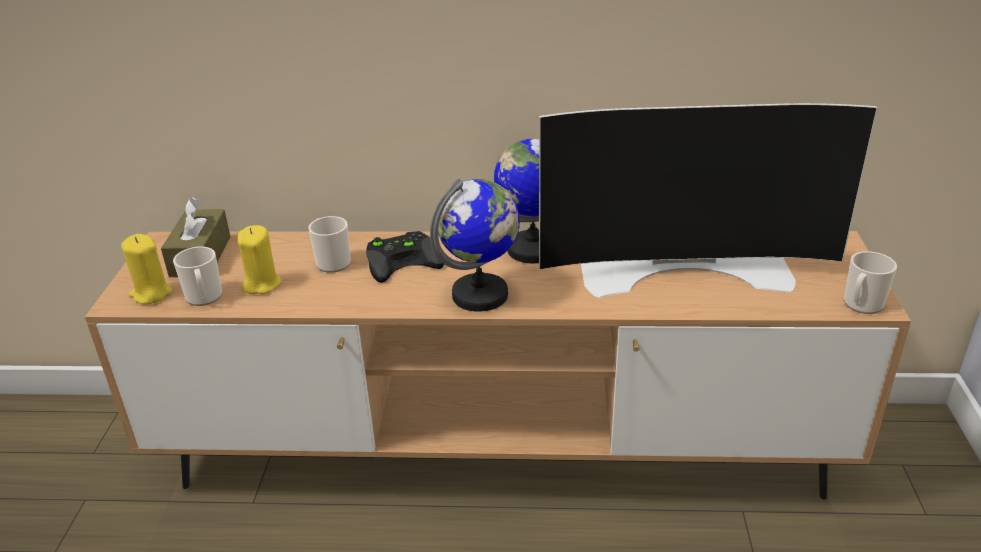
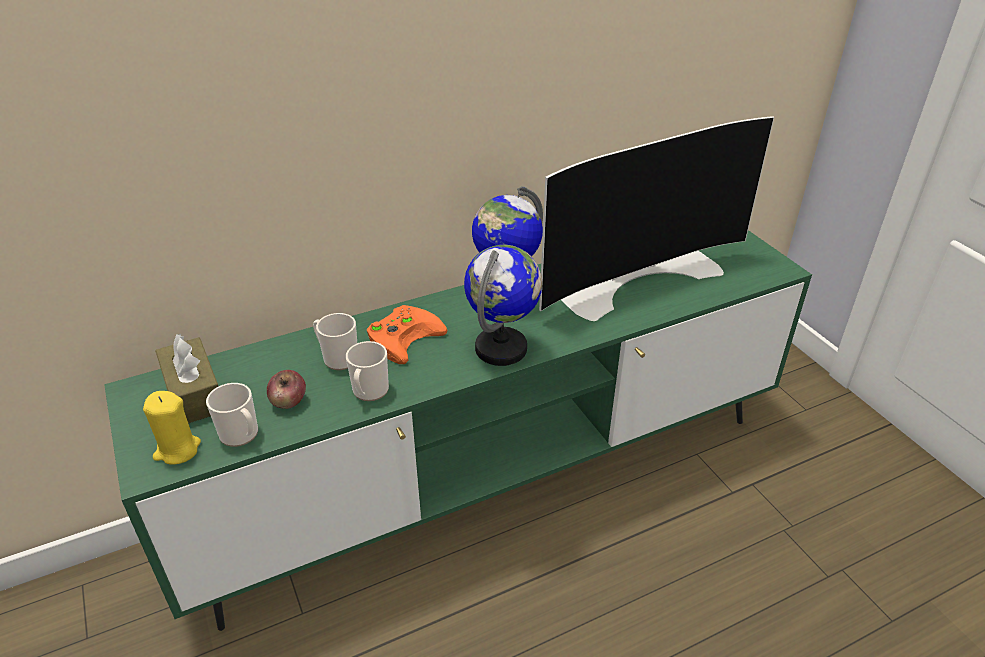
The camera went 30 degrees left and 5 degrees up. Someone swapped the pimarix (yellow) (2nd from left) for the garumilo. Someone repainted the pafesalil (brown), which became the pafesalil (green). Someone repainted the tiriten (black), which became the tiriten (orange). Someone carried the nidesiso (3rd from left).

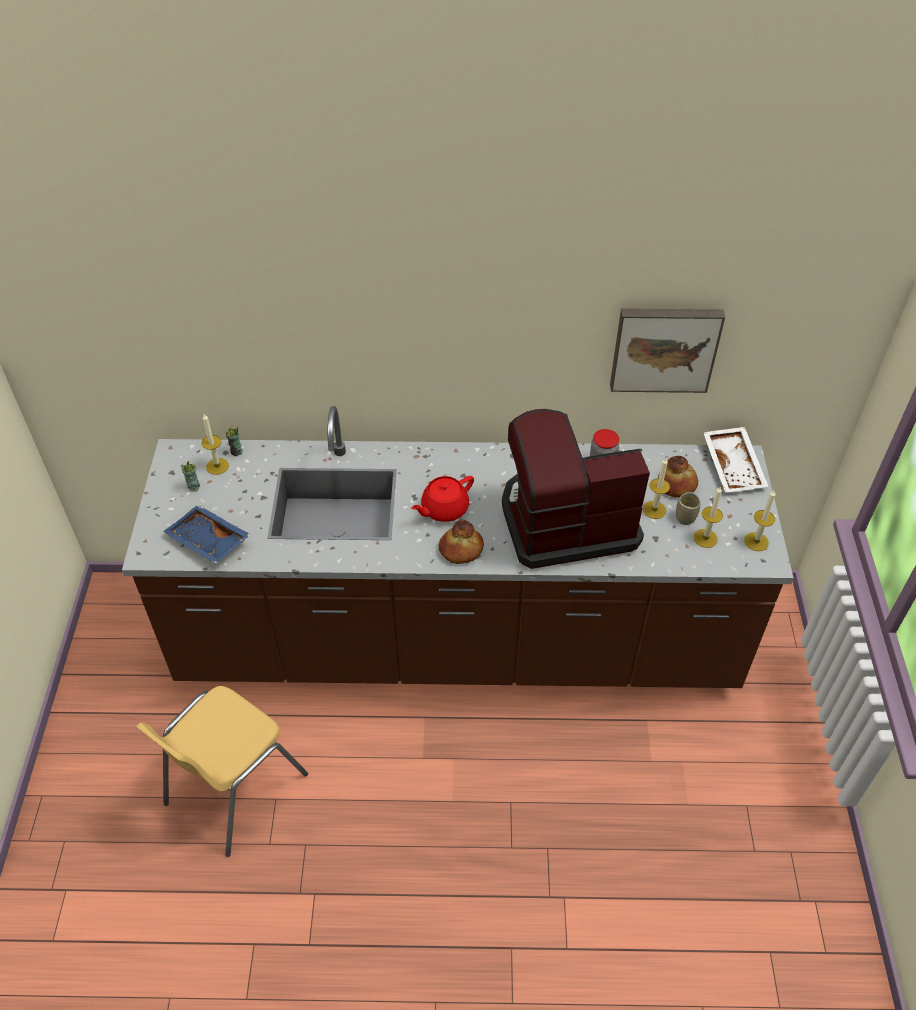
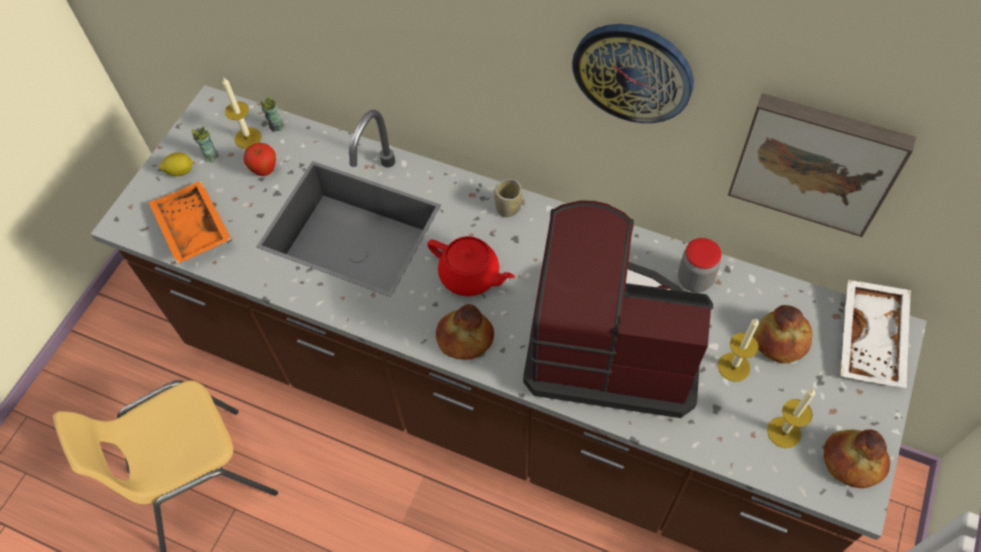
The camera went 25 degrees right and 10 degrees up. Someone rotated the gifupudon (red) by 135 degrees counterclockwise. Someone swapped the pimarix (4th from left) for the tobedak (3rd from left). Someone carried the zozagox (3rd from left). Someone repainted the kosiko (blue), which became the kosiko (orange). Someone put up the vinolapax. Someone put down the garumilo. Someone put down the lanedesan.

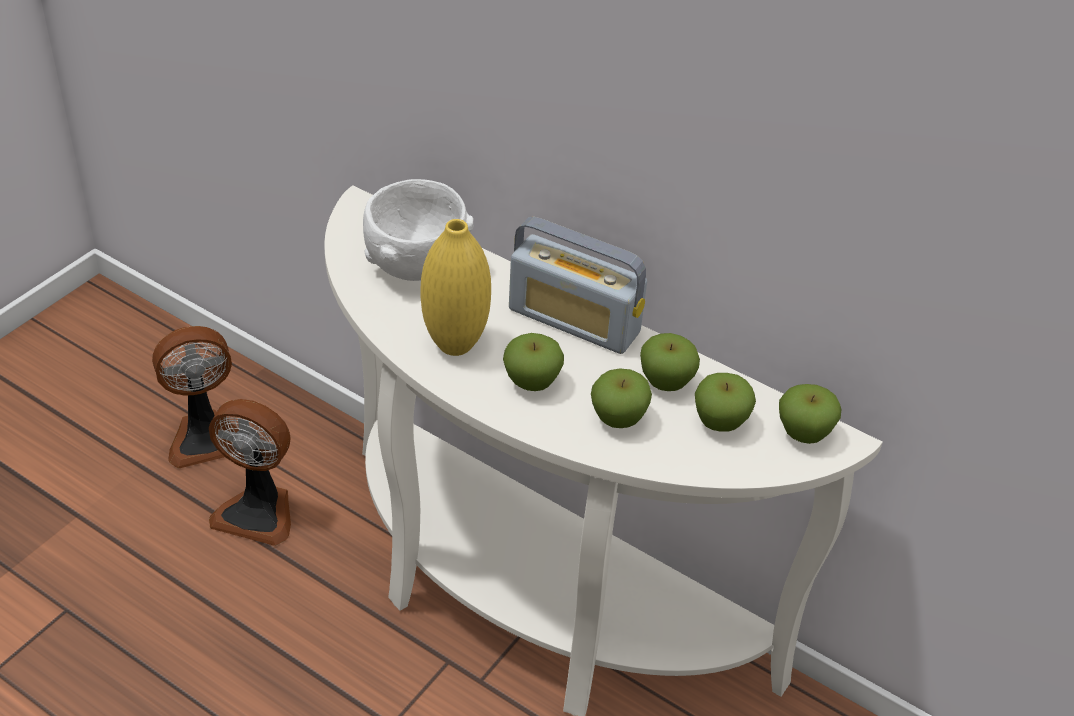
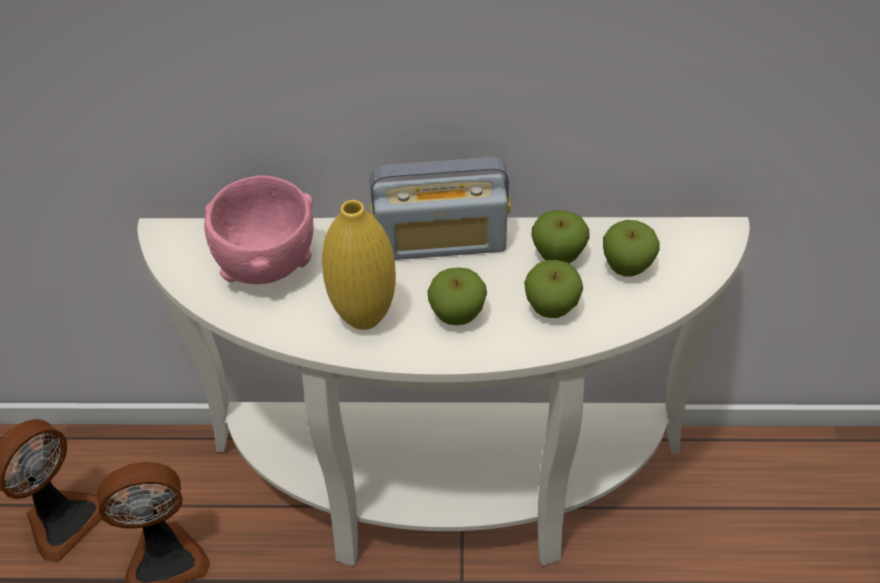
The camera went 30 degrees left and 5 degrees up. Someone repainted the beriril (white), which became the beriril (pink). Someone took away the garumilo (5th from left).

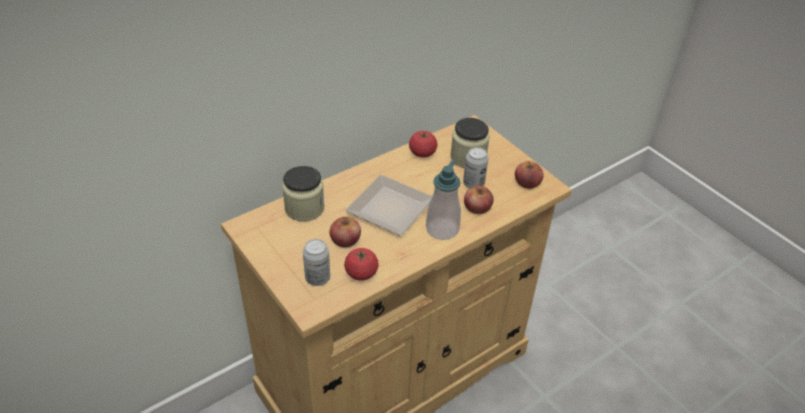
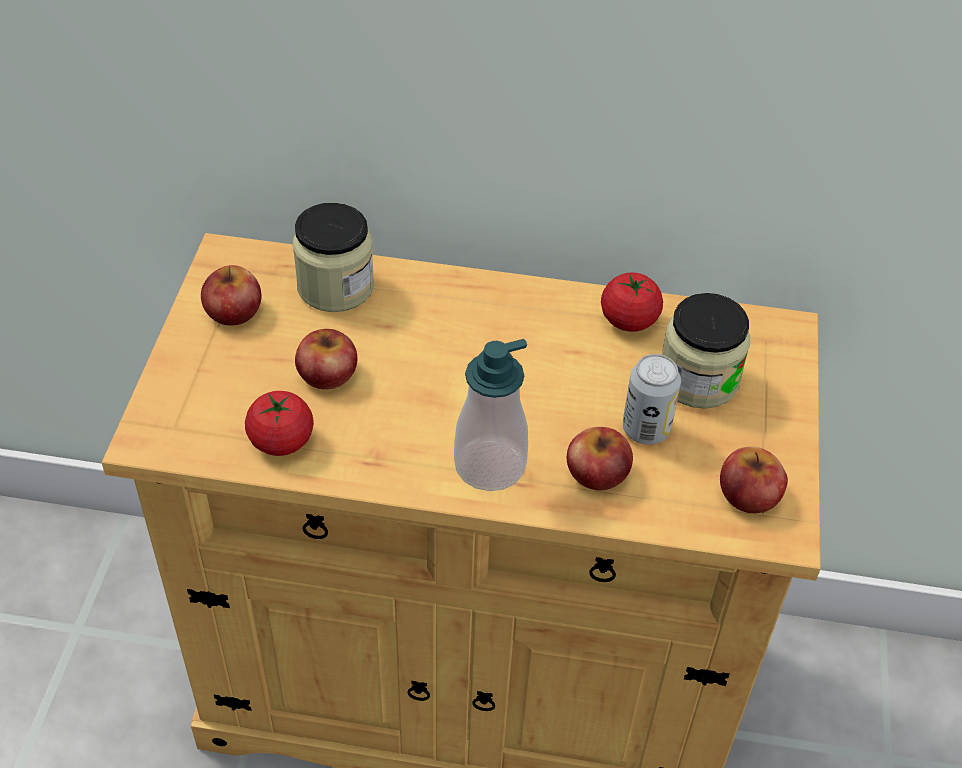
The camera went 45 degrees right and 5 degrees up. Someone took away the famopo. Someone took away the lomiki (1st from left). Someone put down the garumilo (1st from left).

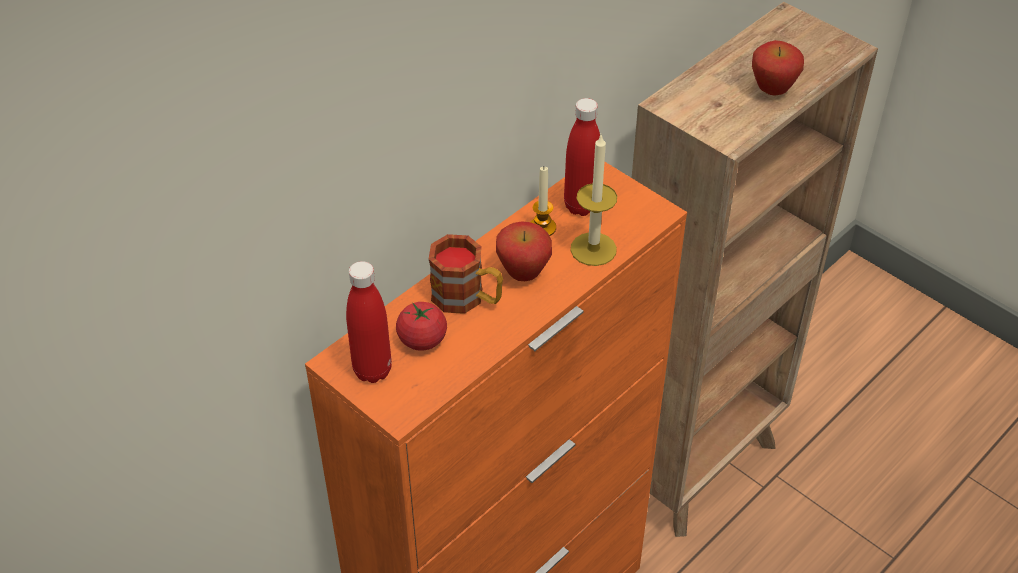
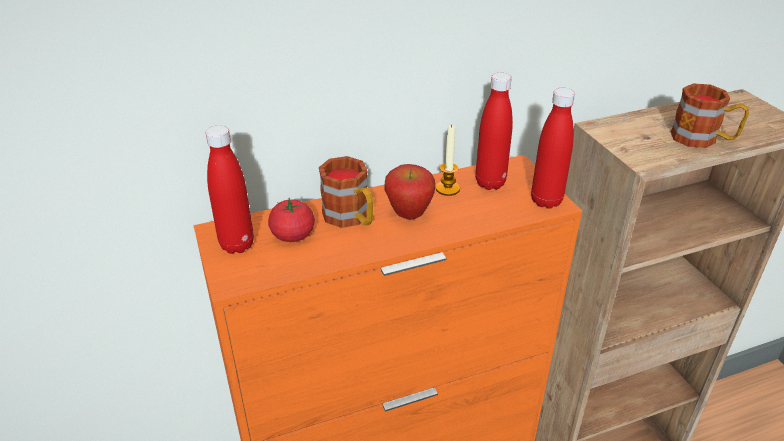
The camera went 25 degrees right and 10 degrees down. Someone swapped the garumilo (2nd from left) for the nidesiso (2nd from left). Someone took away the pimarix (2nd from left). Someone put down the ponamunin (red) (3rd from left).

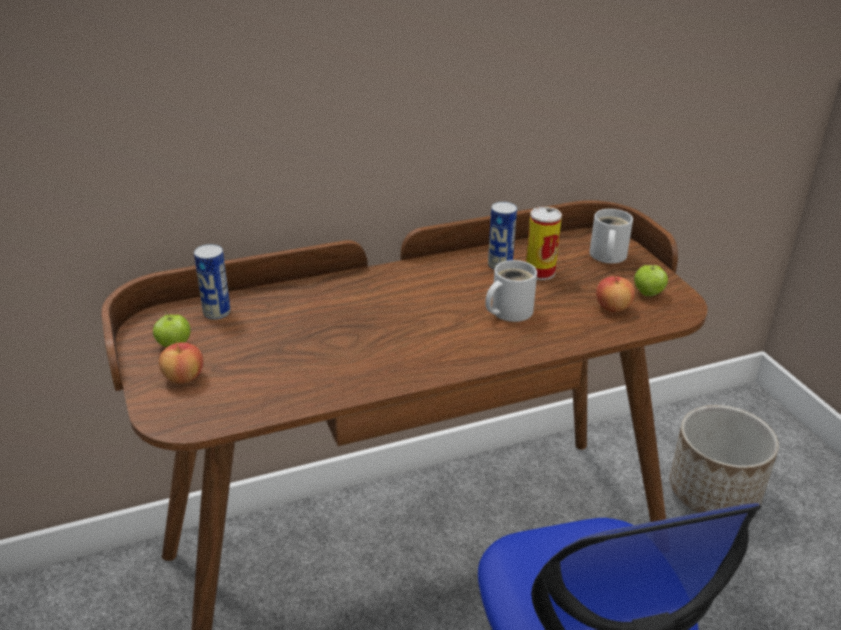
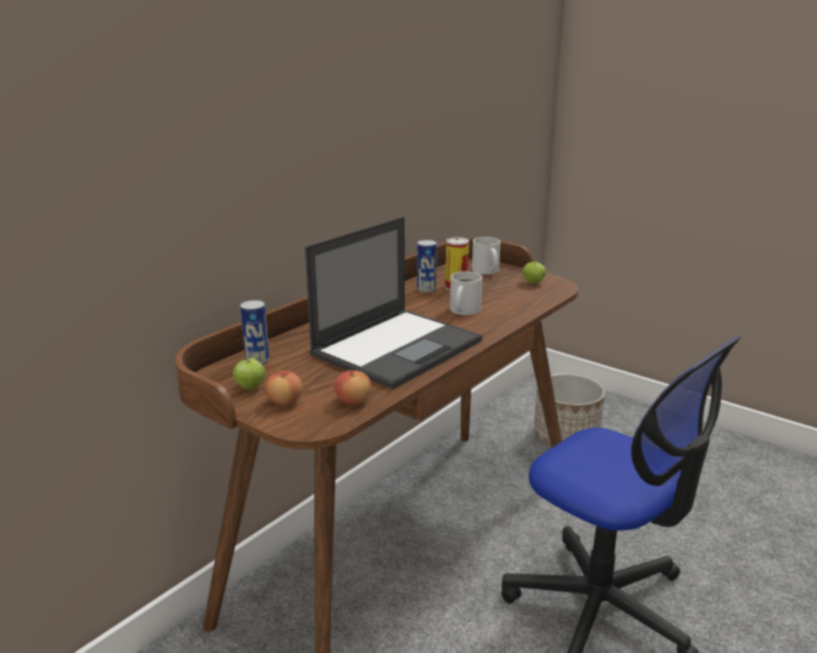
The camera went 30 degrees left and 10 degrees down. Someone carried the garumilo (3rd from left). Someone put down the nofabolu.

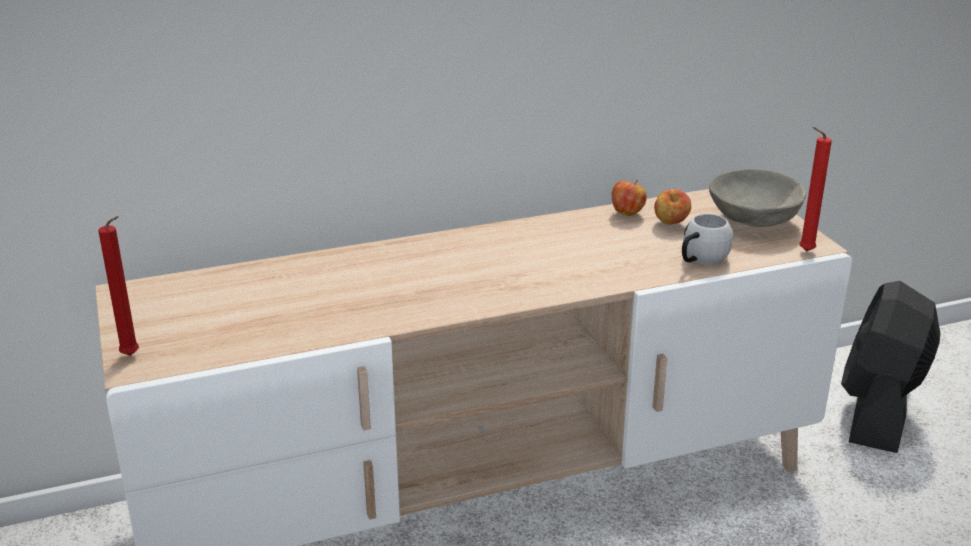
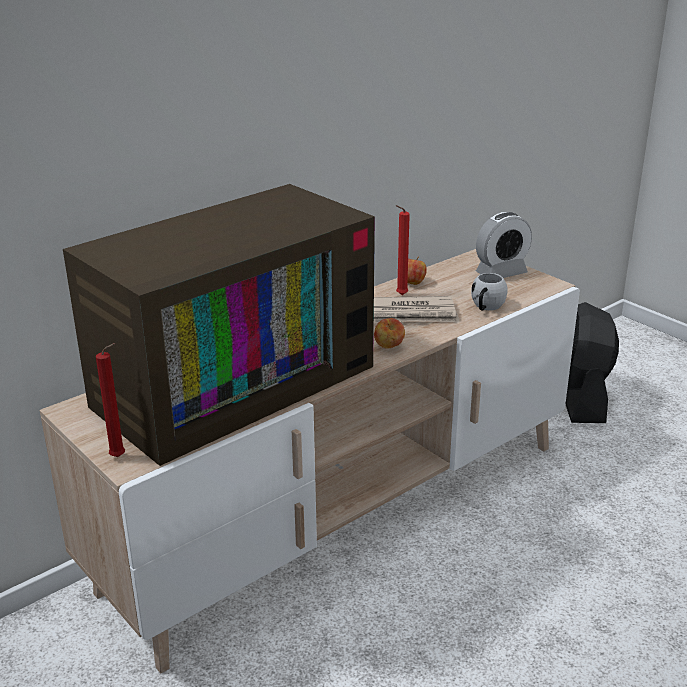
The camera went 20 degrees left and 0 degrees up. Someone carried the pimarix (red) (2nd from left). Someone swapped the beriril (grey) for the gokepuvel. Someone carried the garumilo (2nd from left in the first image). Someone put down the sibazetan. Someone put down the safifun.

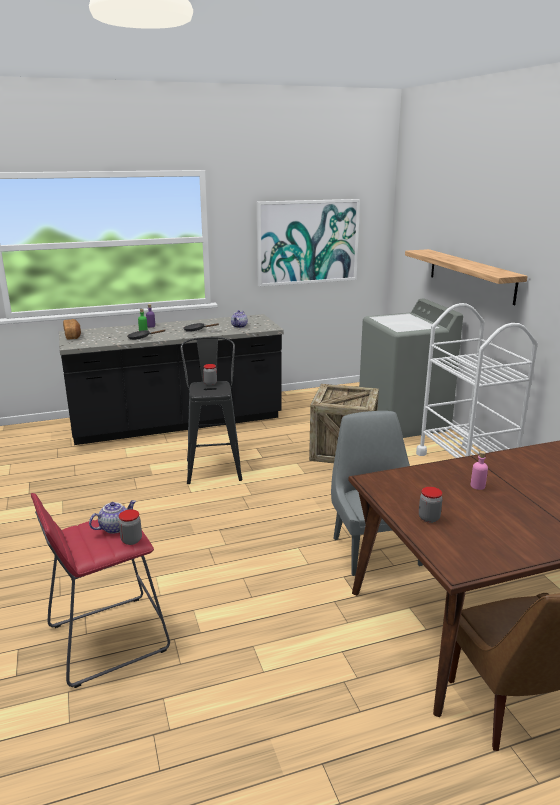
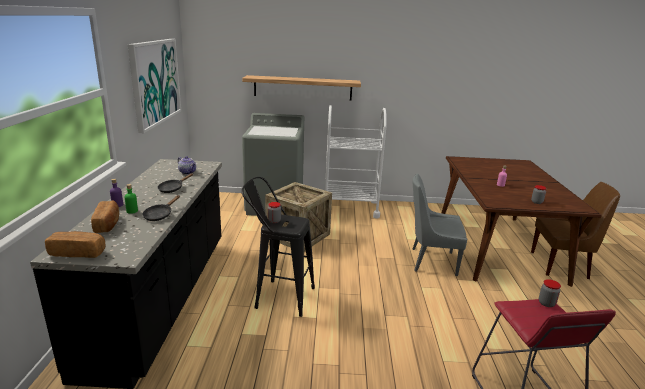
The camera went 70 degrees left and 0 degrees up. Someone took away the gifupudon (1st from left). Someone put down the tobedak (2nd from left).

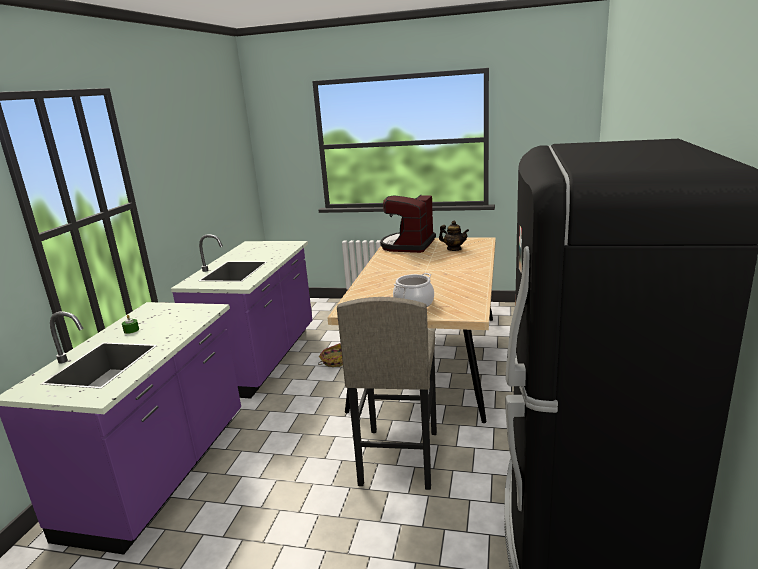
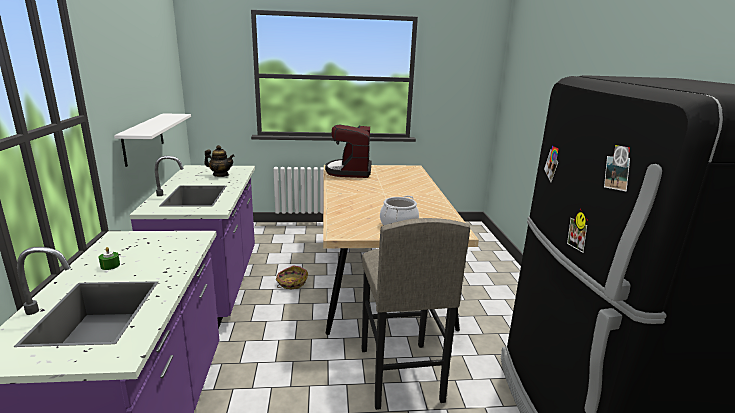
The camera went 20 degrees left and 0 degrees up. Someone carried the gifupudon. Someone put up the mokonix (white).

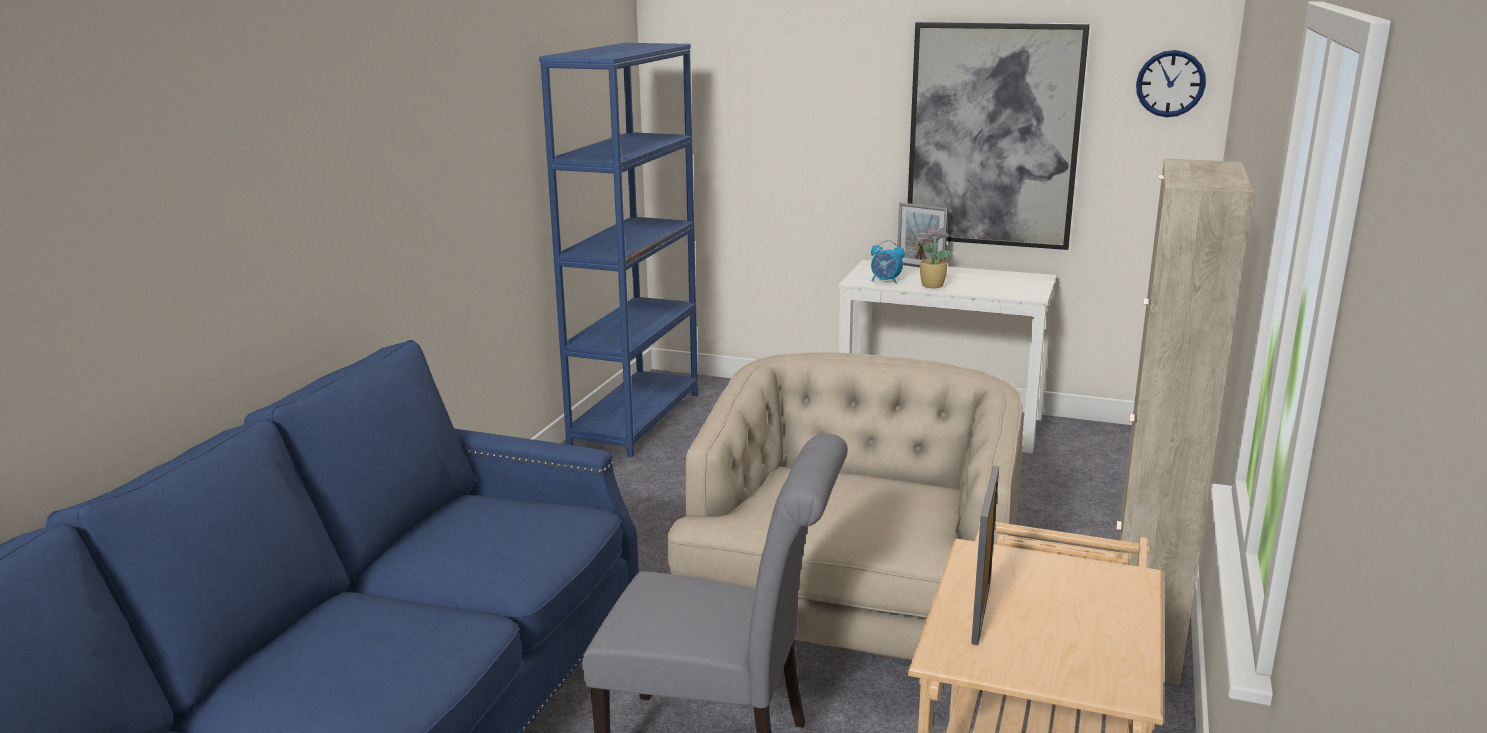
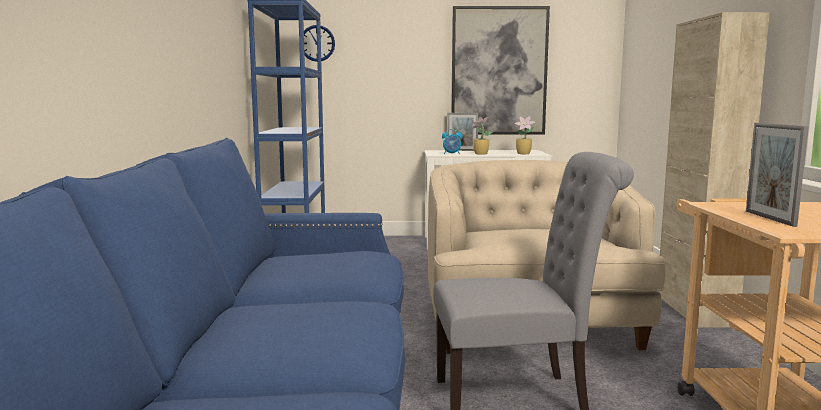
The camera went 20 degrees left and 10 degrees down. Someone carried the vinolapax. Someone put down the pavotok (2nd from left).

